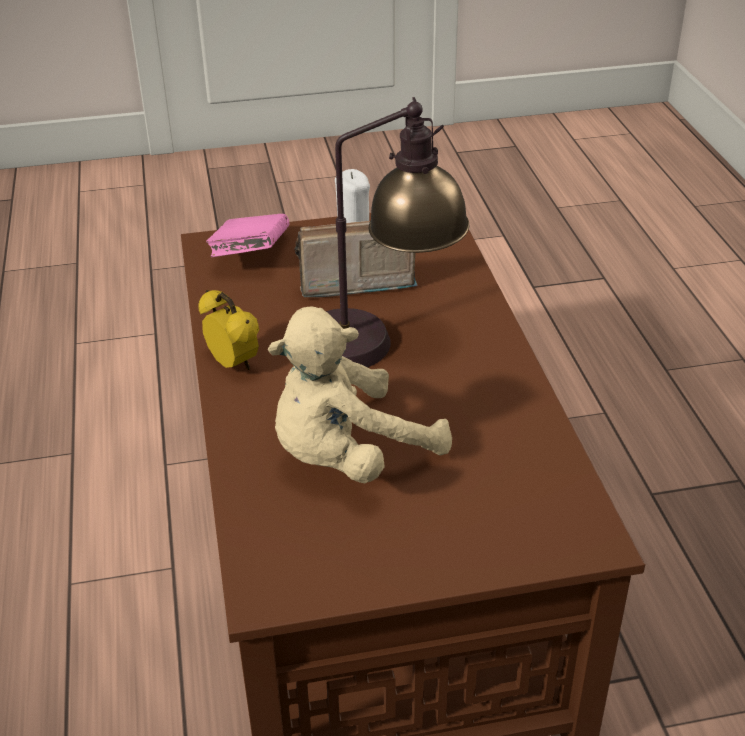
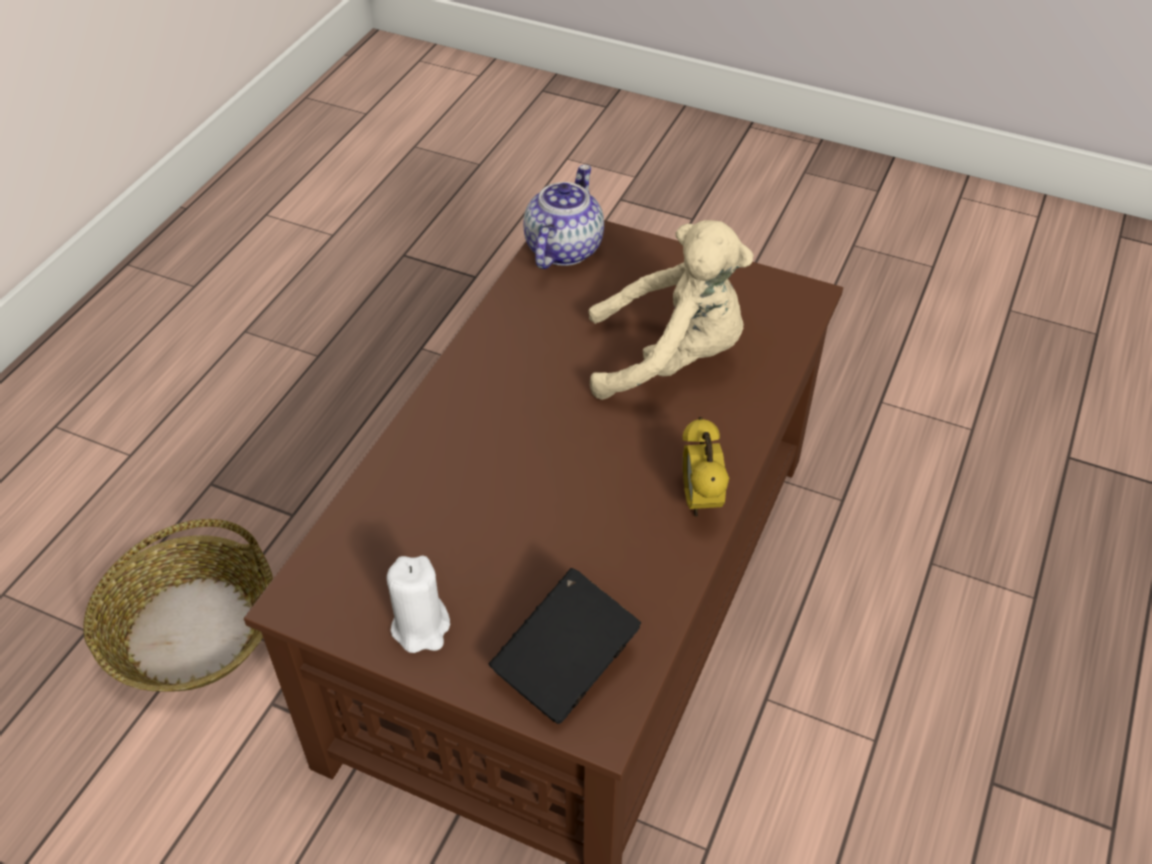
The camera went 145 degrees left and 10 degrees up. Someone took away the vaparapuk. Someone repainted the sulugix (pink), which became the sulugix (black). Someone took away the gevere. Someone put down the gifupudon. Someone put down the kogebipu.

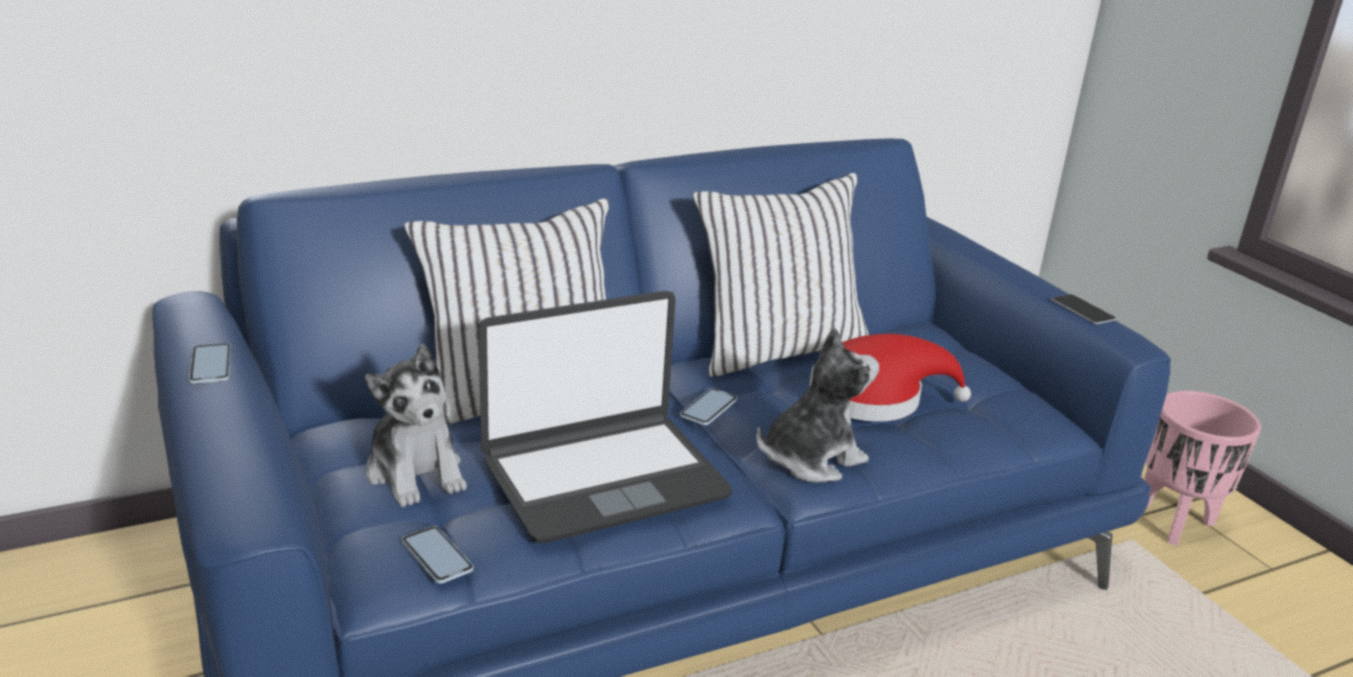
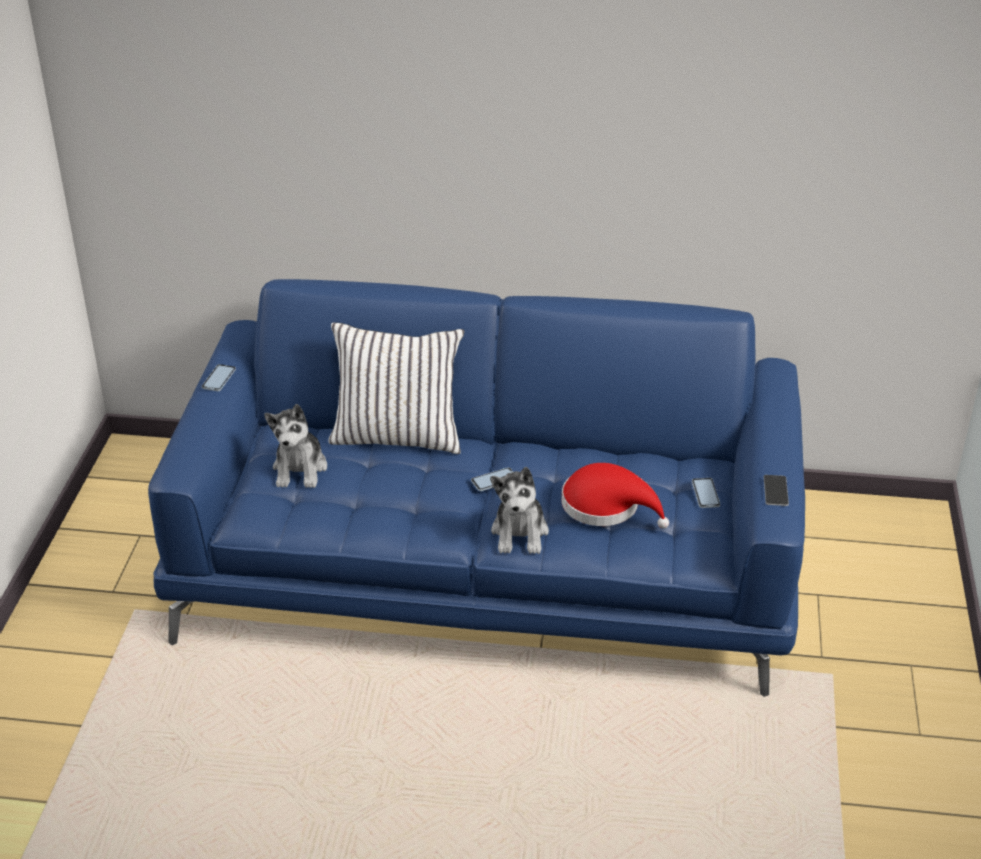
The camera went 35 degrees right and 10 degrees up. Someone took away the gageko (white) (2nd from left). Someone took away the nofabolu. Someone rotated the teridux (2nd from left) by 90 degrees clockwise. Someone took away the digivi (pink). Someone carried the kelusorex (2nd from left in the first image).

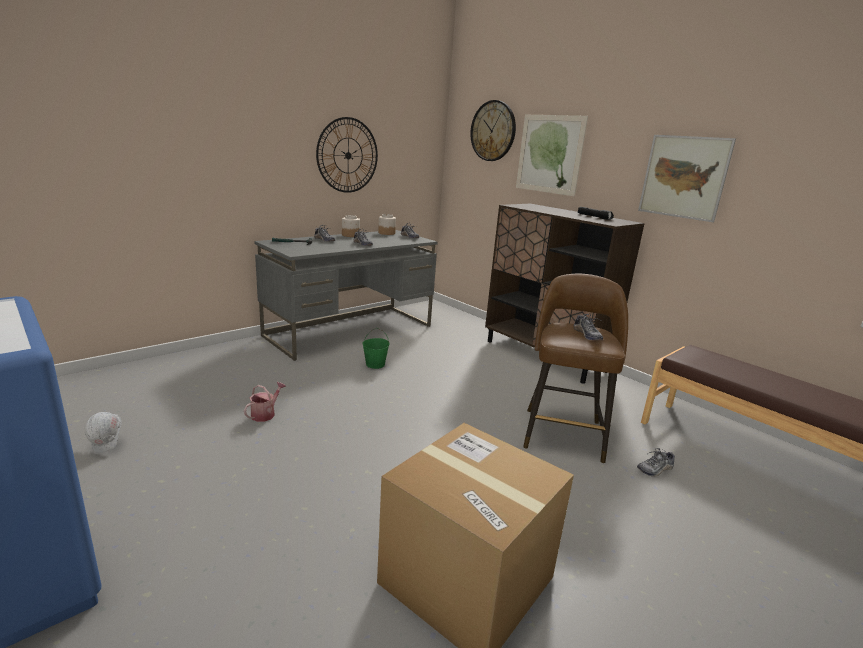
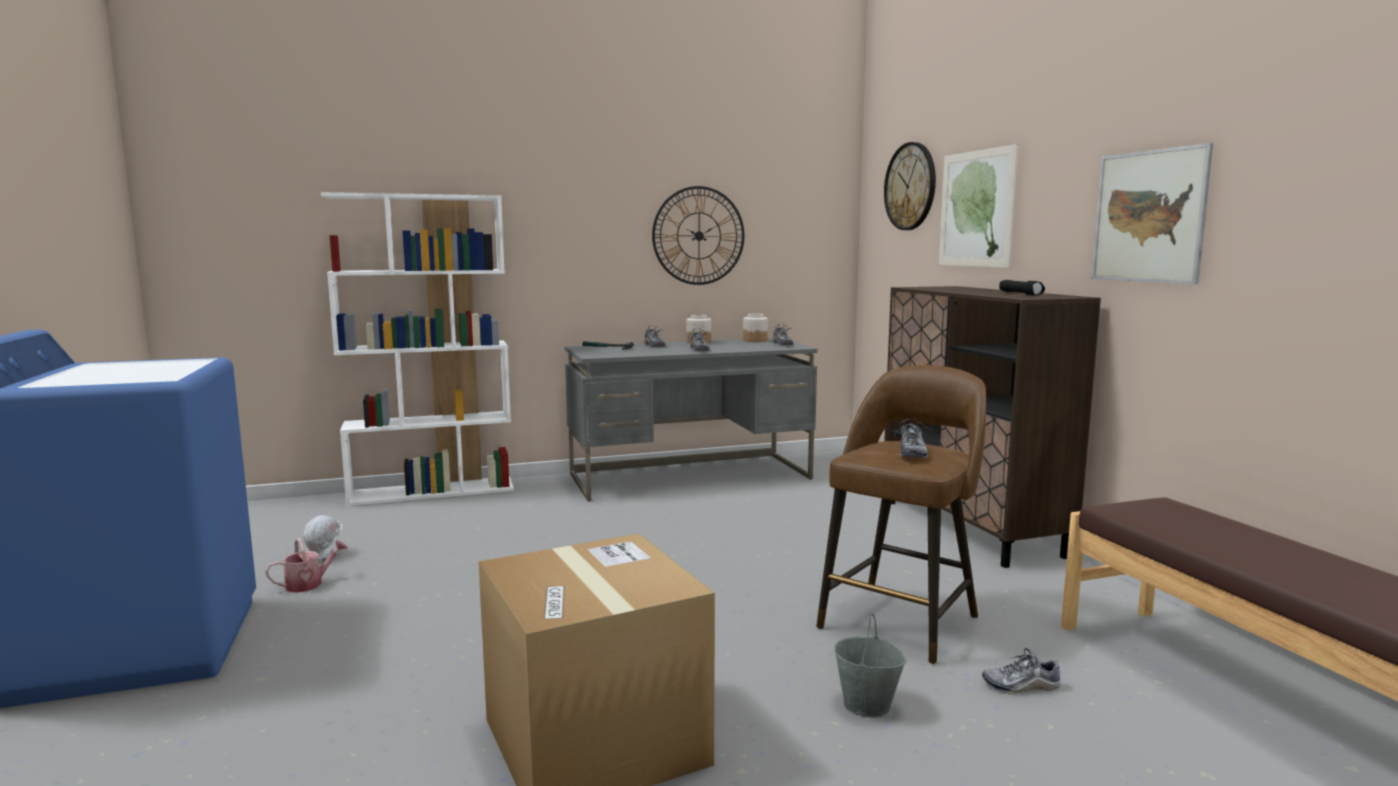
The camera went 25 degrees right and 10 degrees down. Someone took away the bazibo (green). Someone carried the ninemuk. Someone put down the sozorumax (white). Someone put down the bazibo (grey).

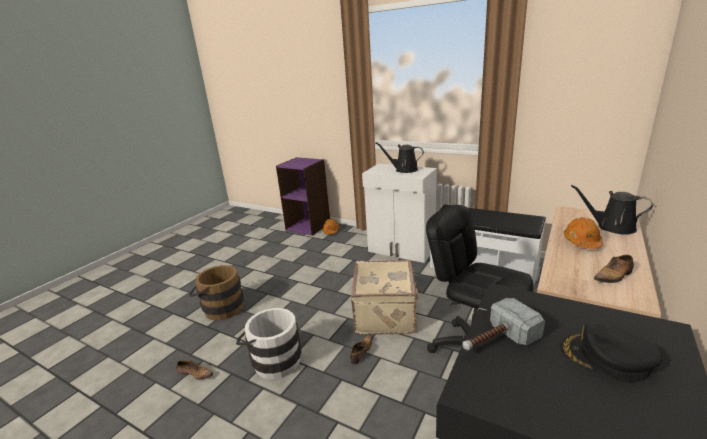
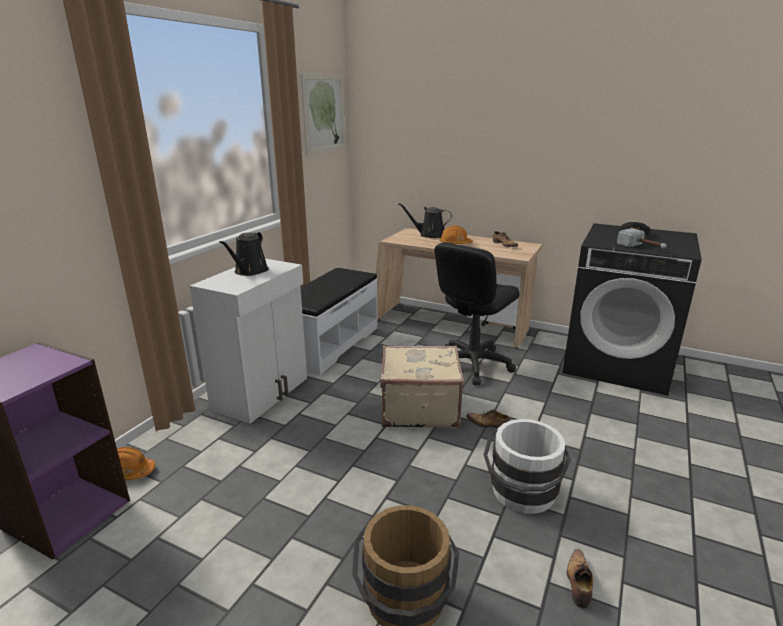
The camera went 95 degrees left and 0 degrees up. Someone rotated the ninemuk (black) (2nd from left) by 75 degrees clockwise. Someone put up the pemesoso.

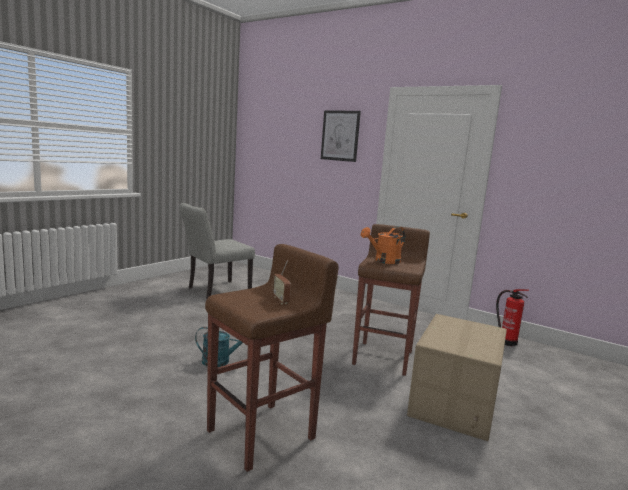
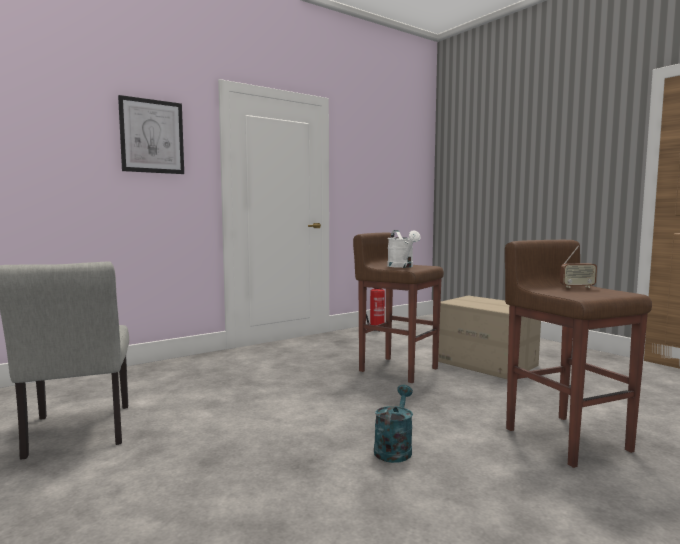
The camera went 70 degrees left and 5 degrees down. Someone repainted the ninemuk (orange), which became the ninemuk (white).

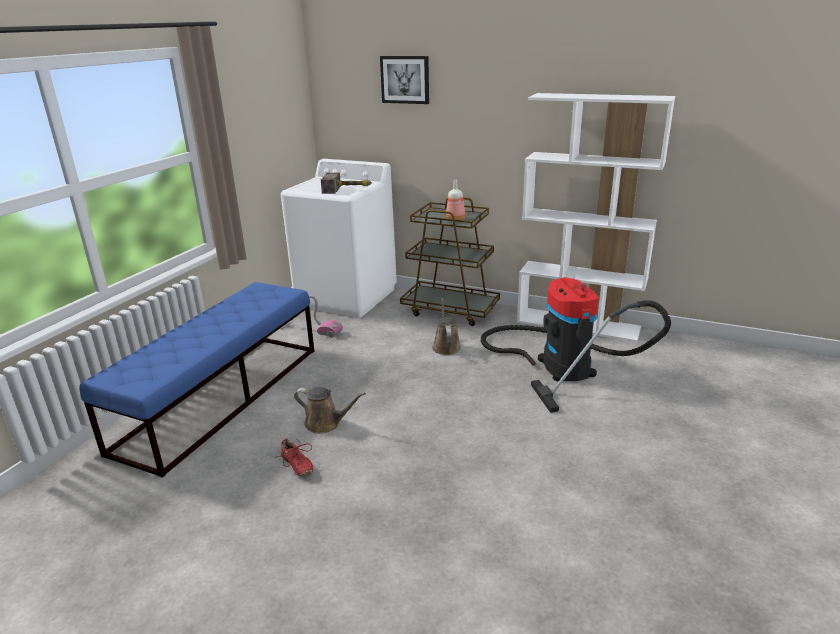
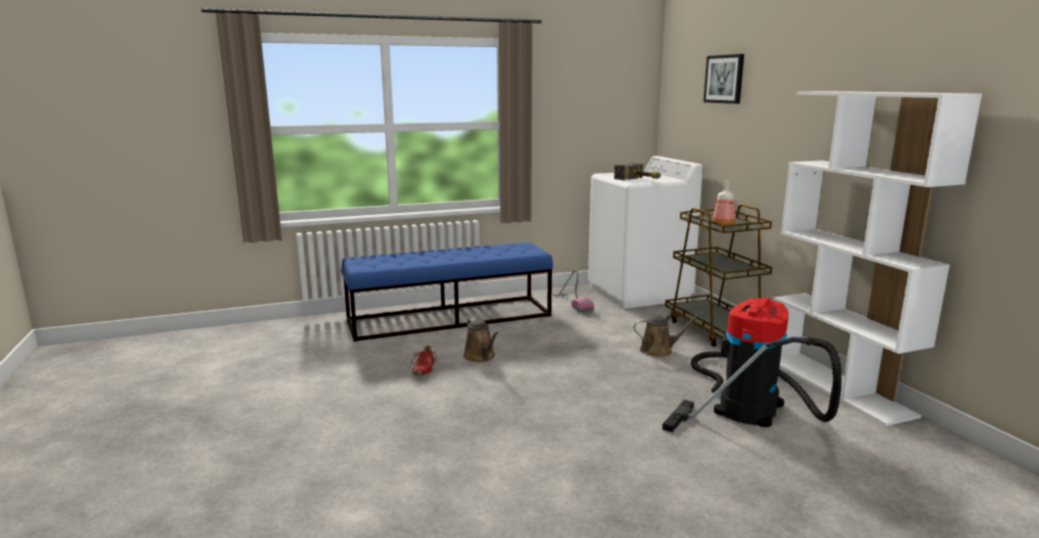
The camera went 45 degrees right and 10 degrees down. Someone rotated the ninemuk (brown) (2nd from left) by 45 degrees clockwise.

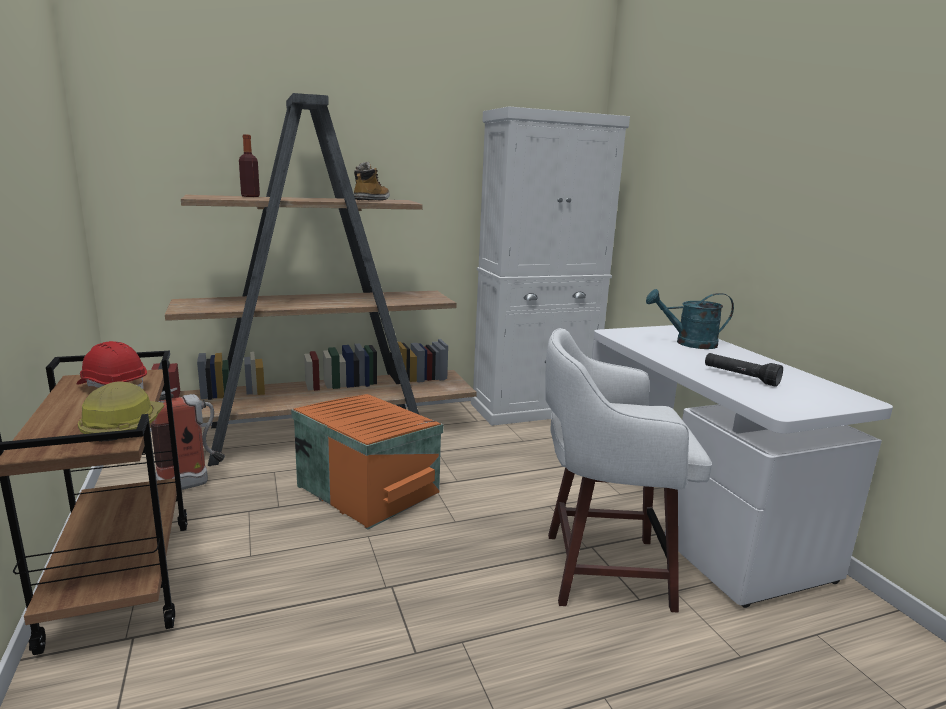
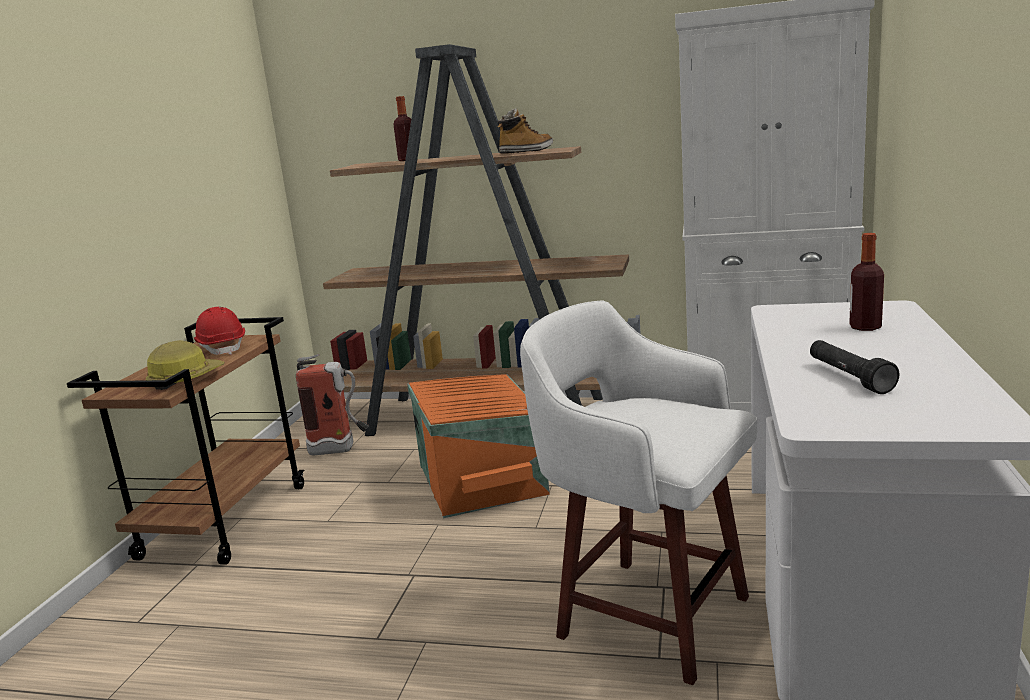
The camera went 35 degrees right and 0 degrees up. Someone swapped the ninemuk (turquoise) for the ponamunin (2nd from left).

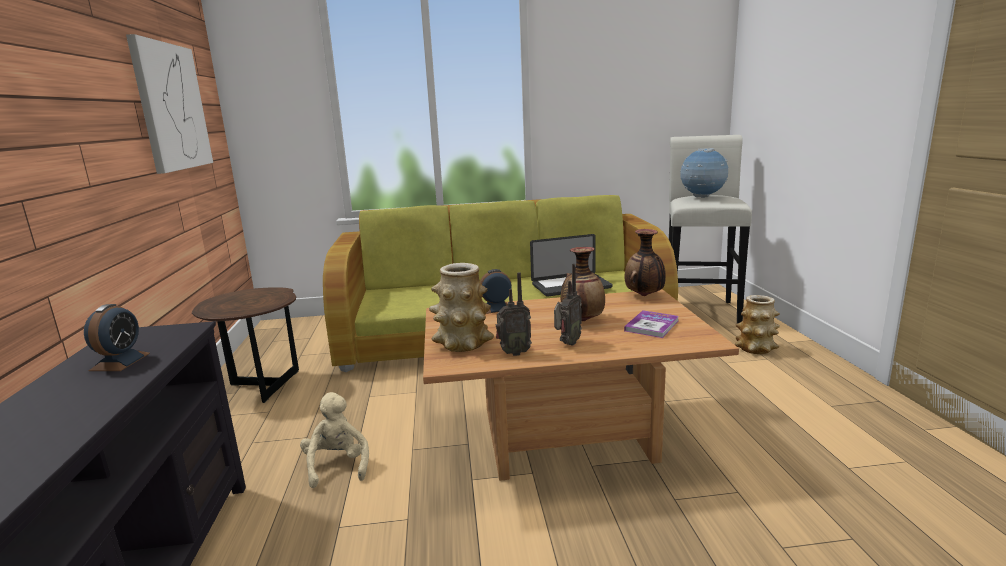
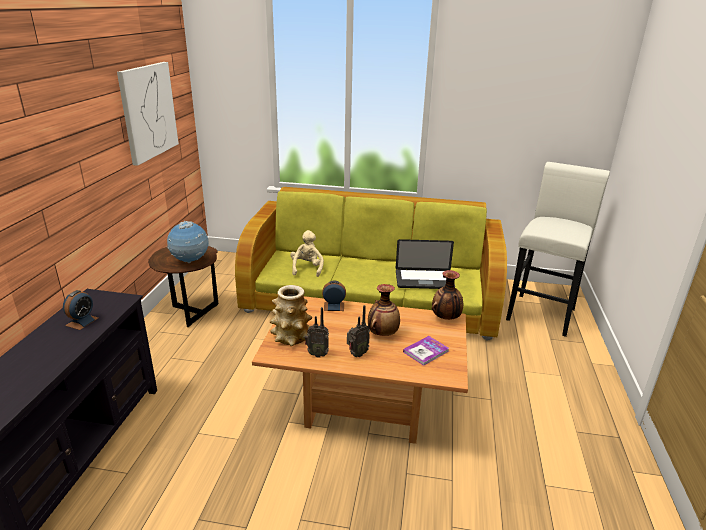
The camera went 15 degrees right and 10 degrees up. Someone carried the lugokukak. Someone took away the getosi (4th from left). Someone carried the teridux (beige).

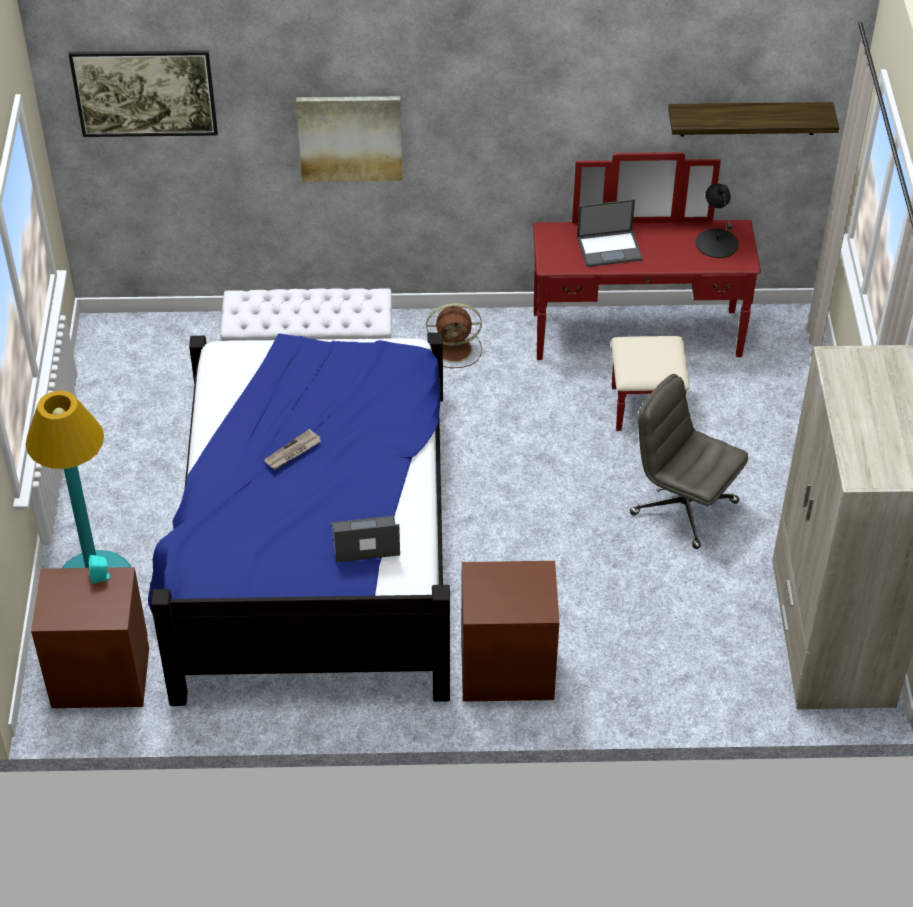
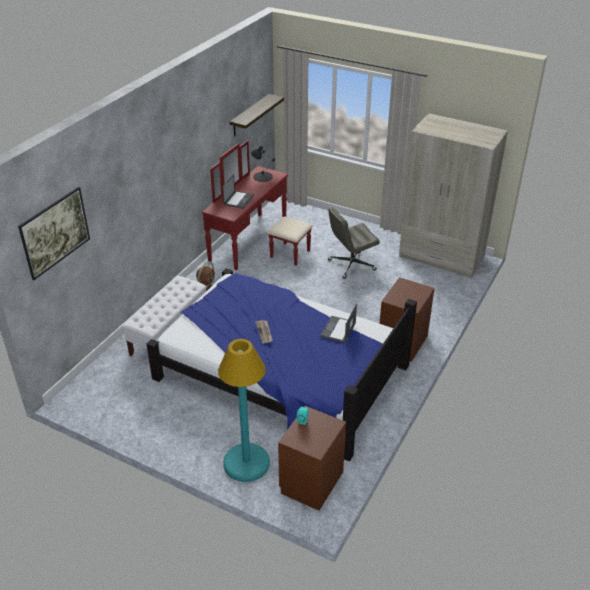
The camera went 60 degrees left and 10 degrees down. Someone took away the pemesoso (2nd from left).

